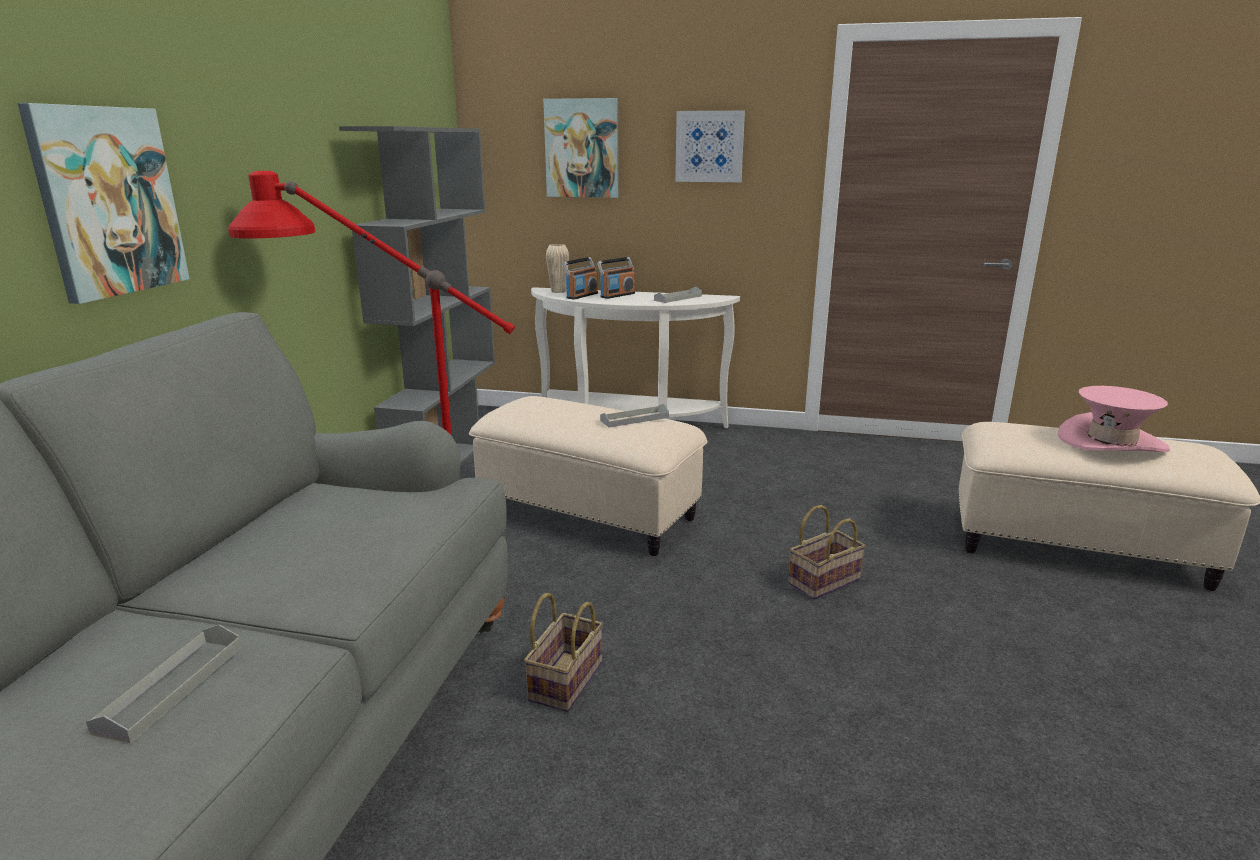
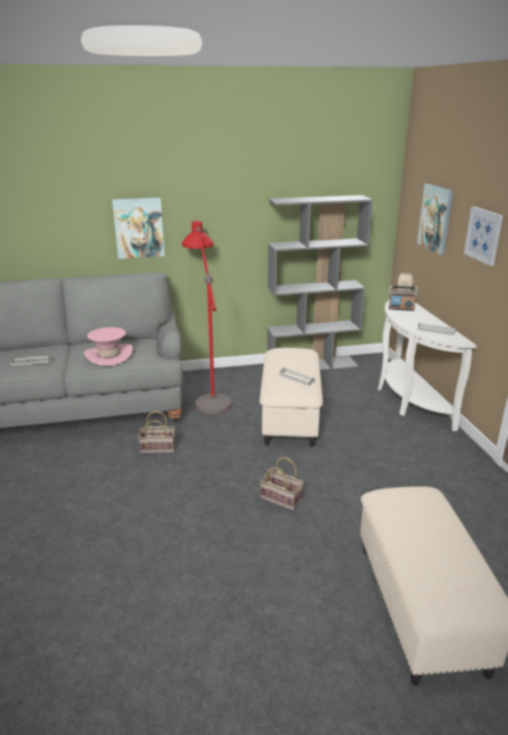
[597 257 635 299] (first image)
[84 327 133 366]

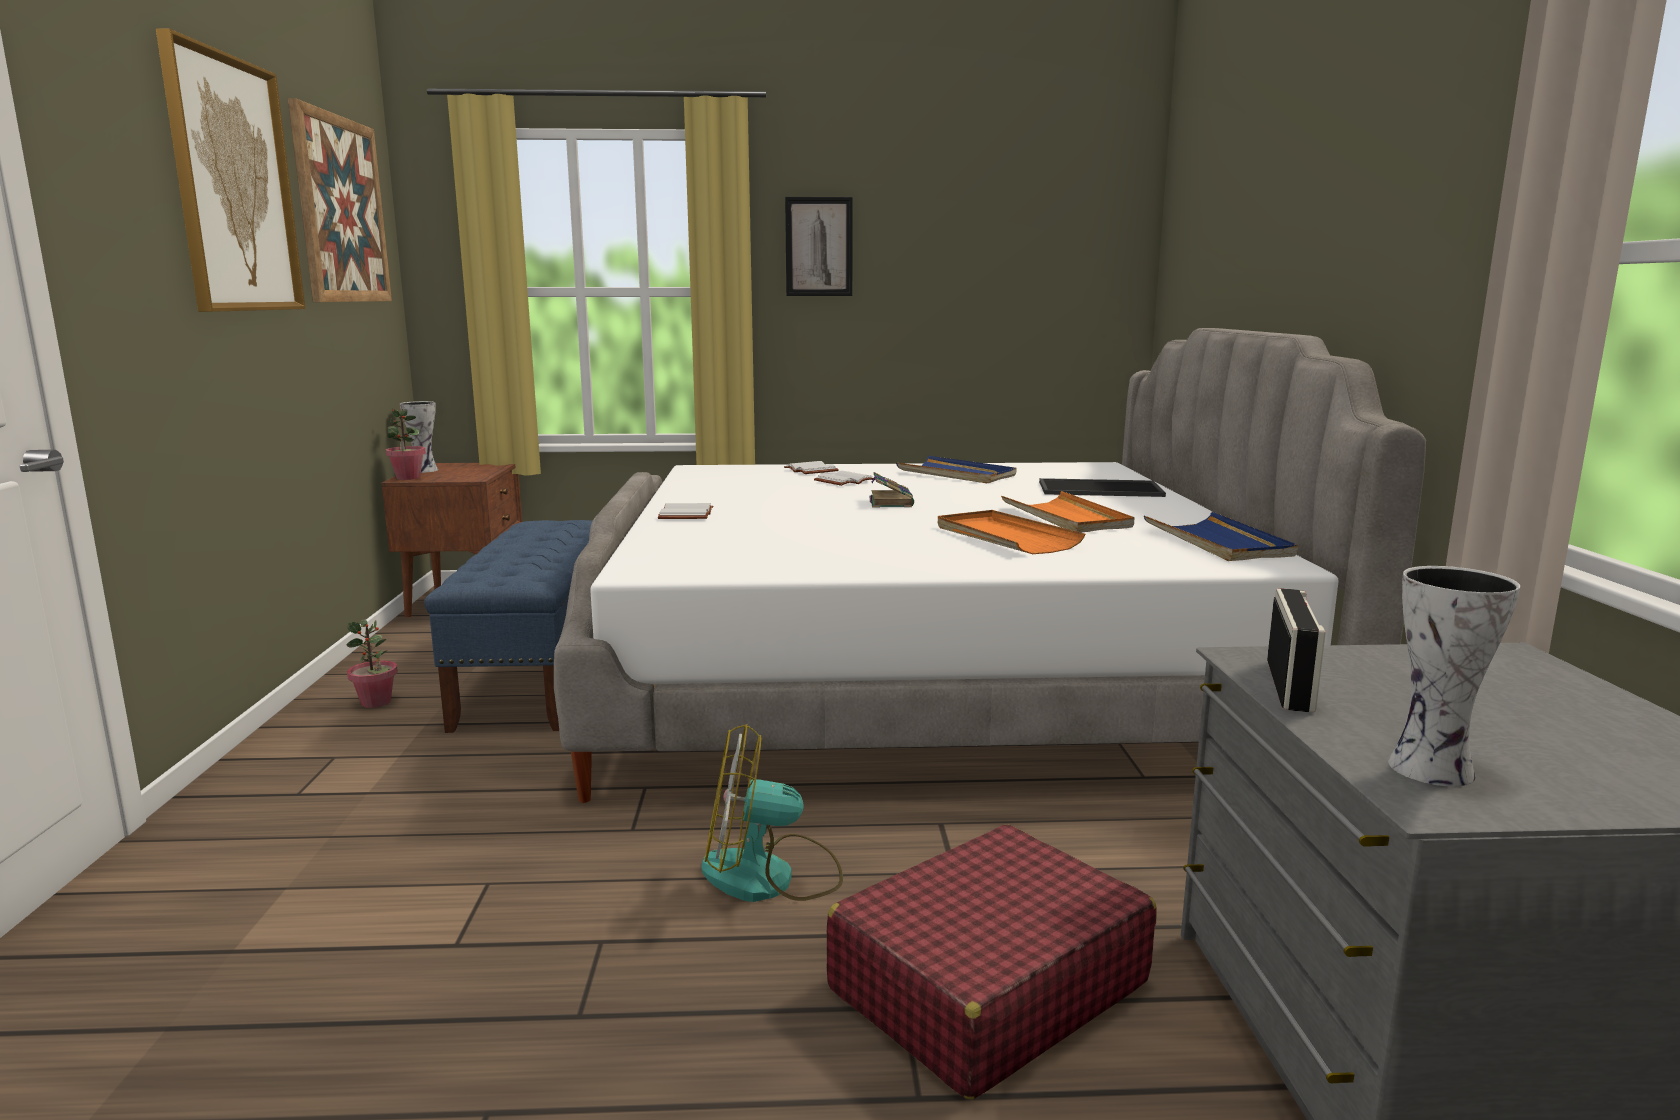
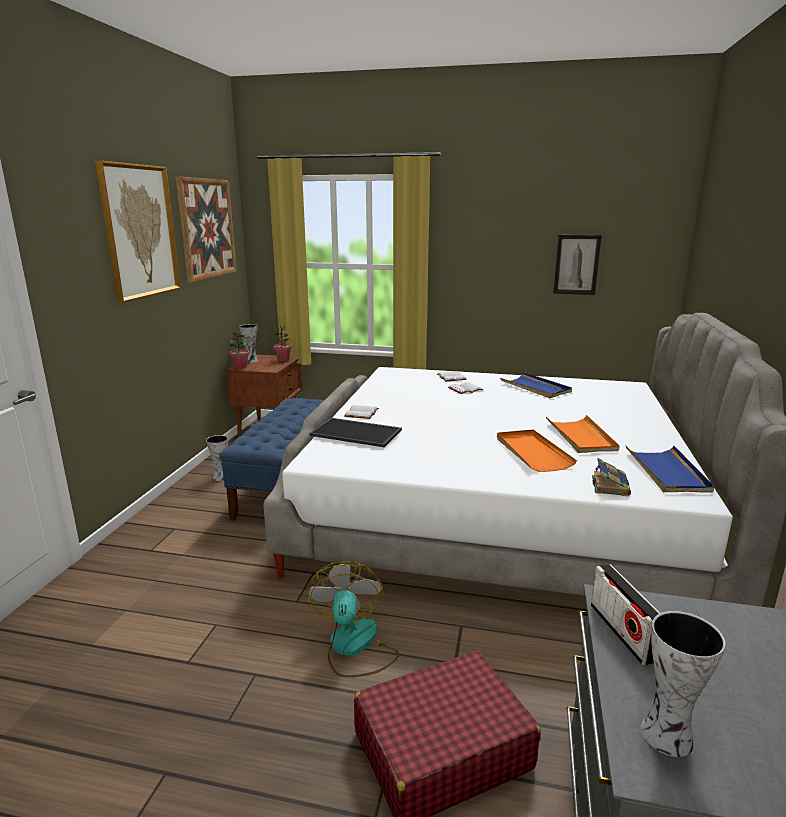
[553 235 602 295]
[592 458 631 496]
[310 418 402 447]
[591 564 660 665]
[273 325 292 361]
[306 561 399 678]
[206 435 228 481]

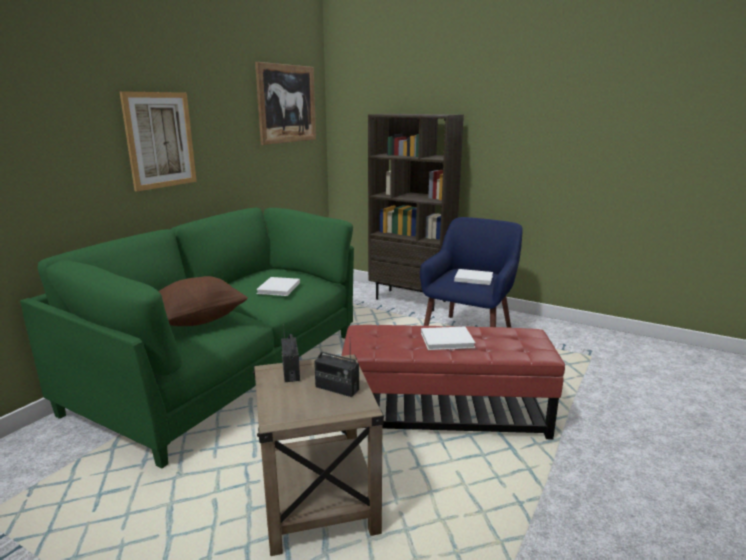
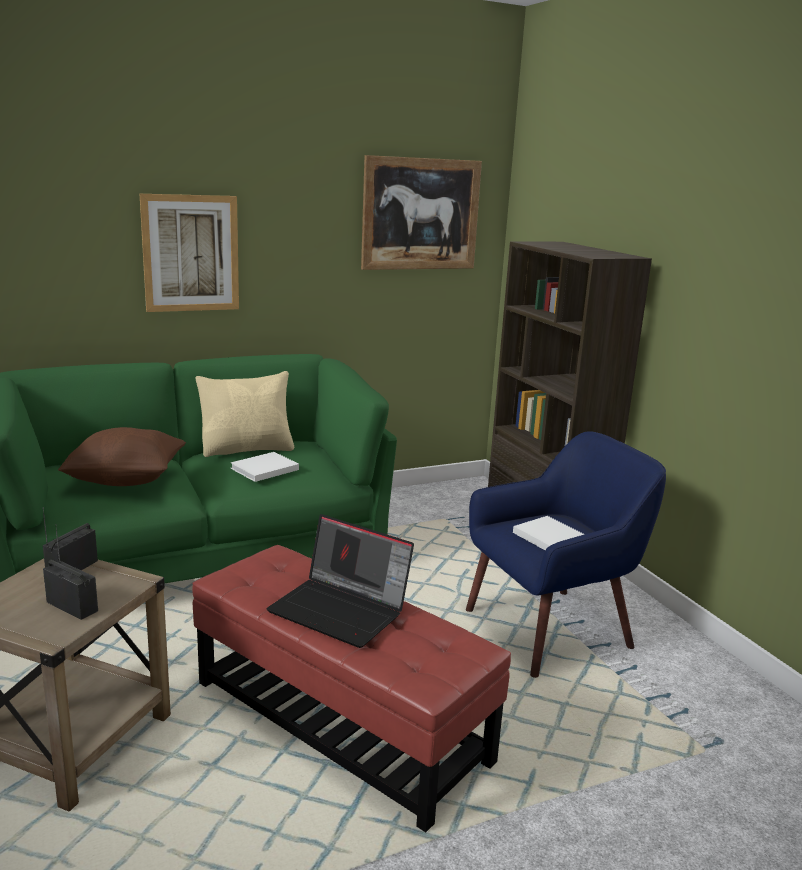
[267 514 414 648]
[43 524 98 620]
[195 371 294 457]

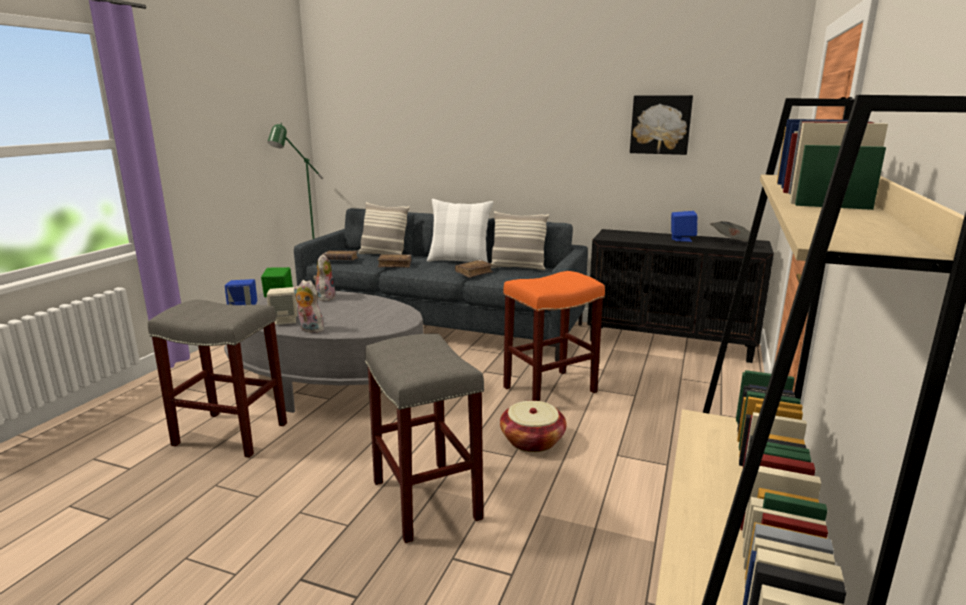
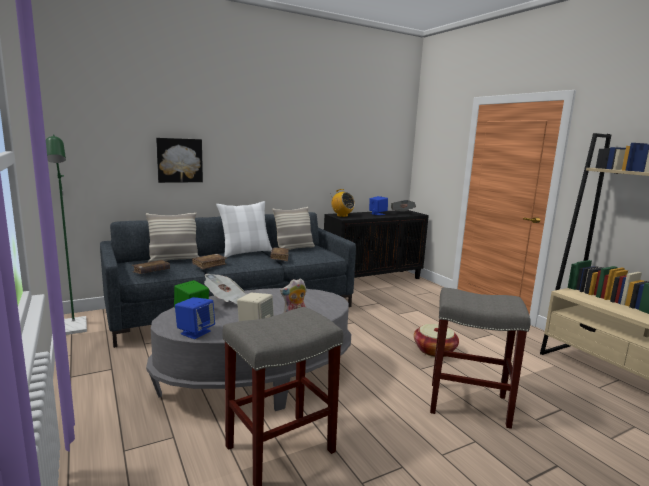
[156 138 203 183]
[204 274 247 304]
[503 271 605 401] (first image)
[331 189 355 217]

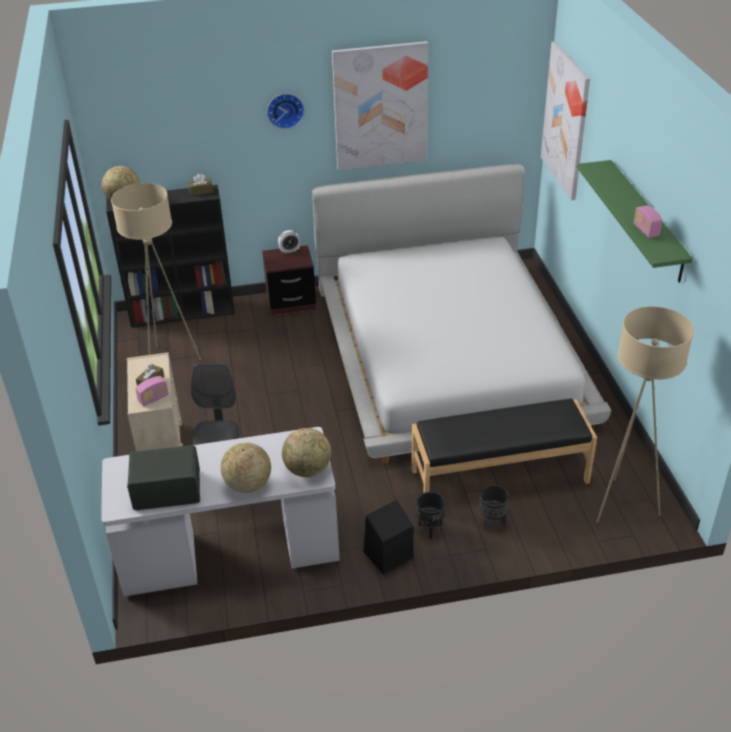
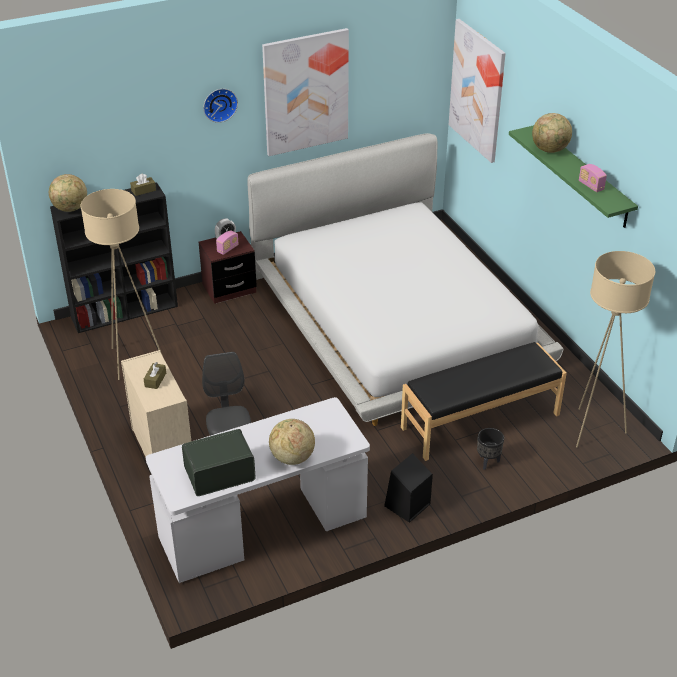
[216 231 239 255]
[532 113 572 153]
[416 492 446 539] (first image)

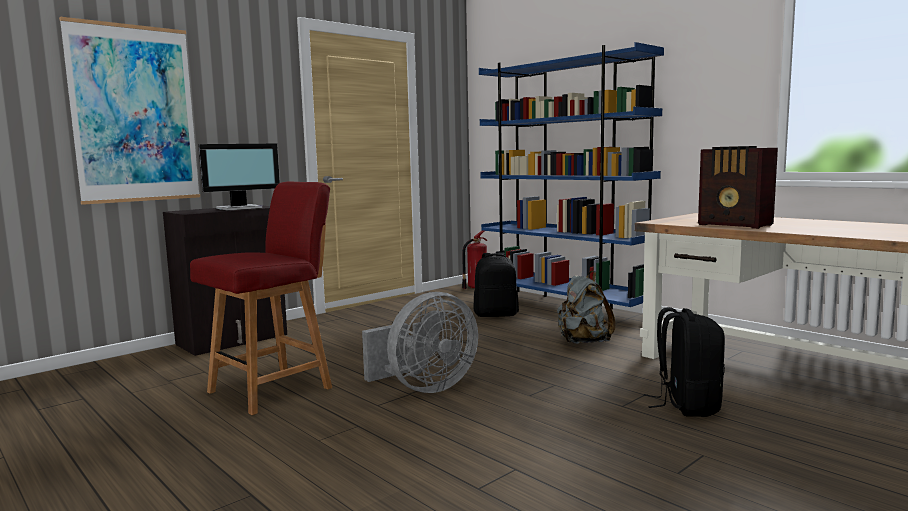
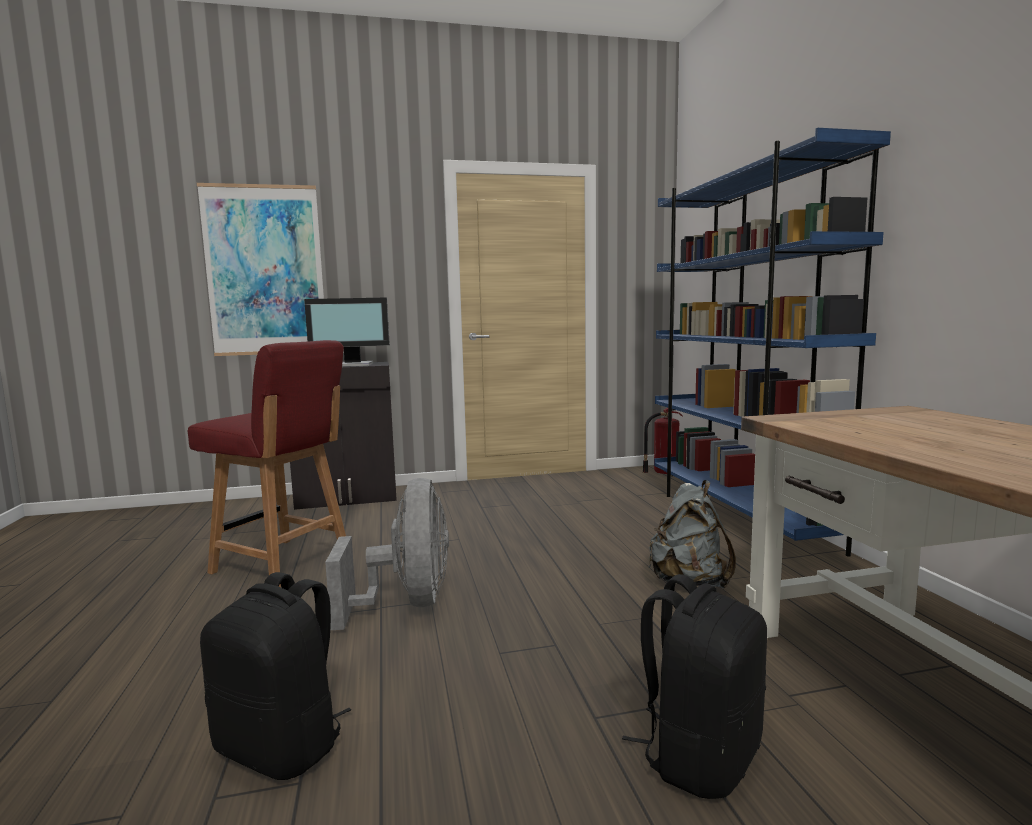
[698 146 778 229] (first image)
[188 340 346 587]
[200 572 351 780]
[325 478 449 630]

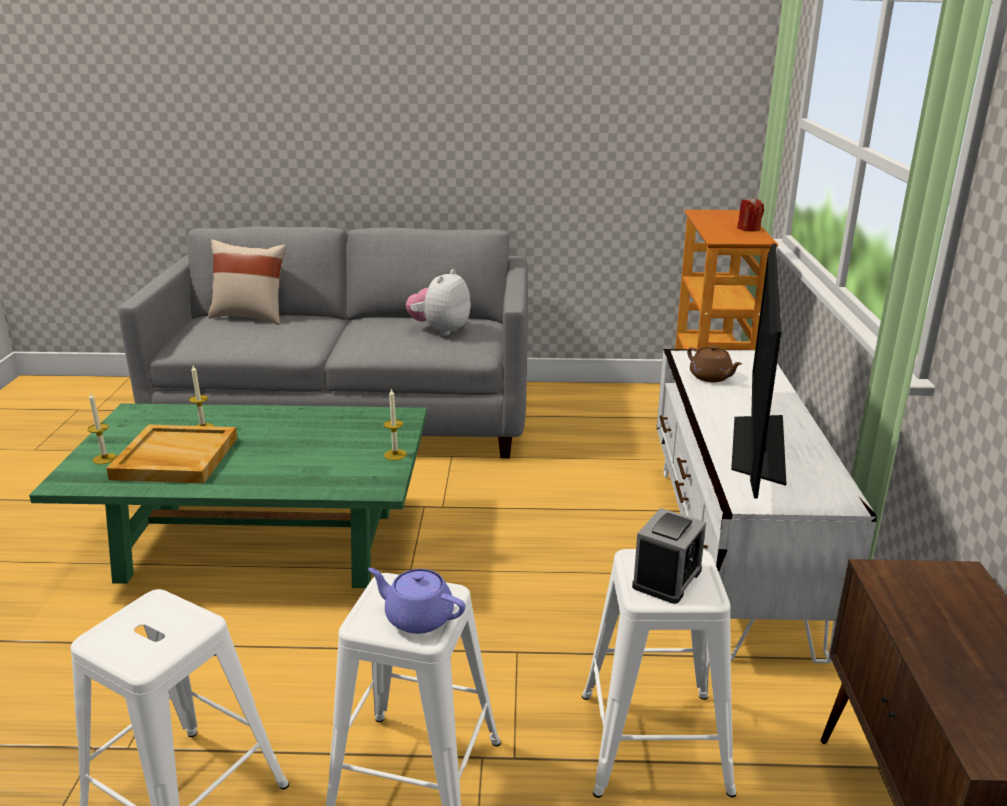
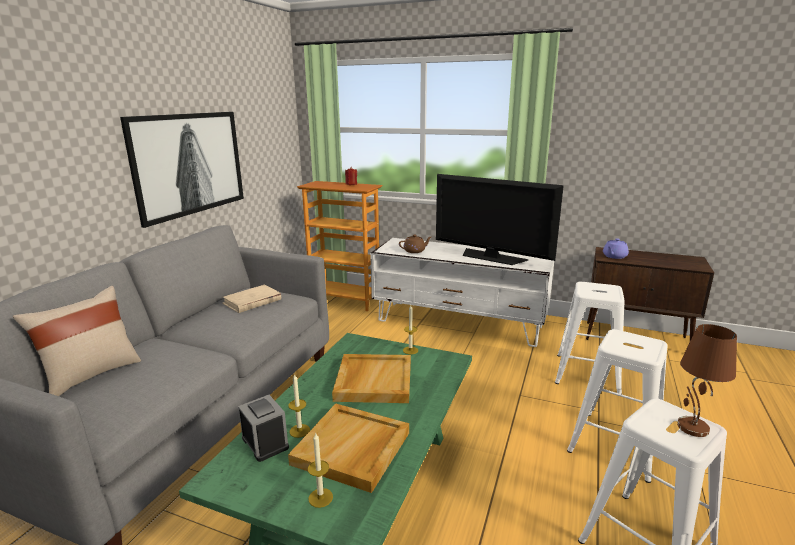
[222 285 281 313]
[238 395 289 462]
[603 238 629 259]
[120 112 244 228]
[677 324 737 437]
[332 354 411 403]

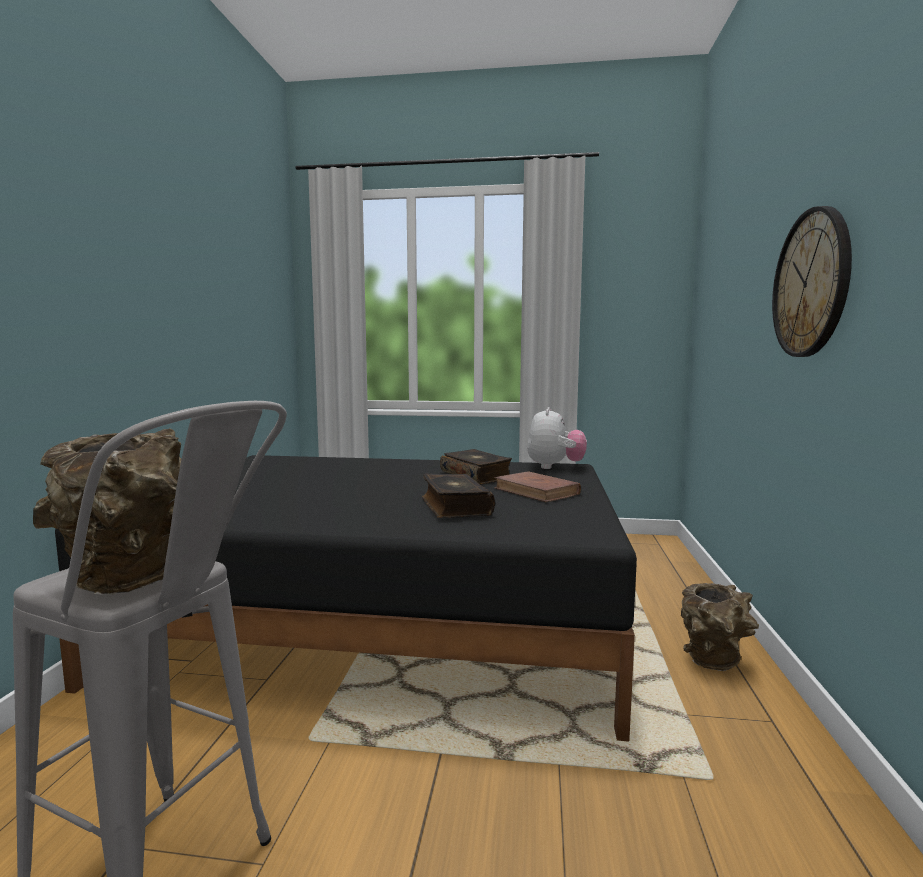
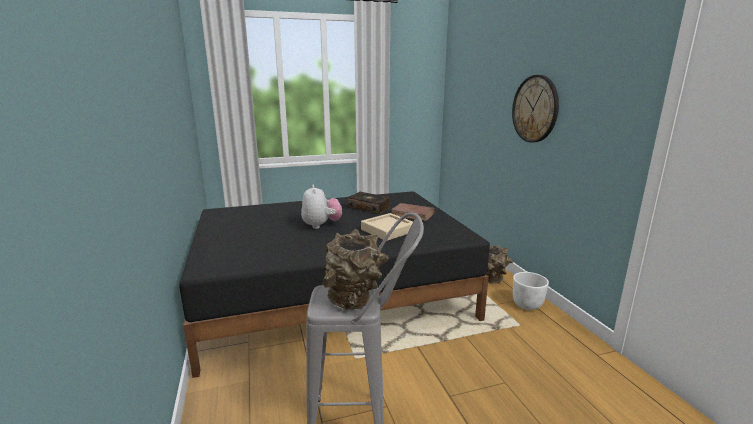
[301 185 342 229]
[361 213 413 241]
[513 272 549 310]

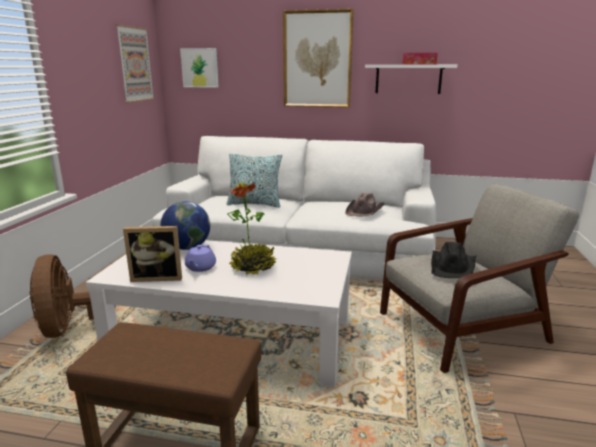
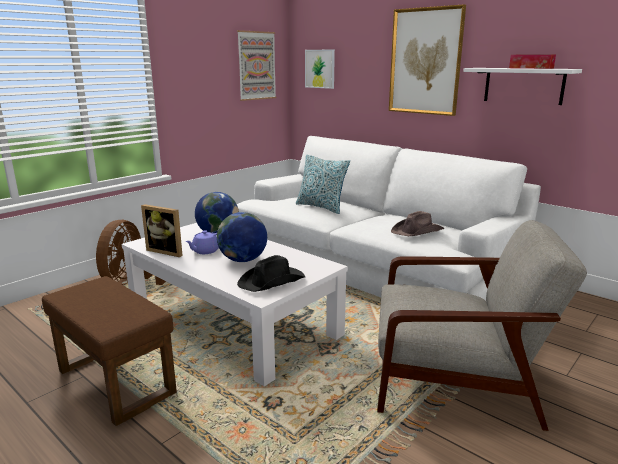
[217 212 267 262]
[237 255 305 292]

